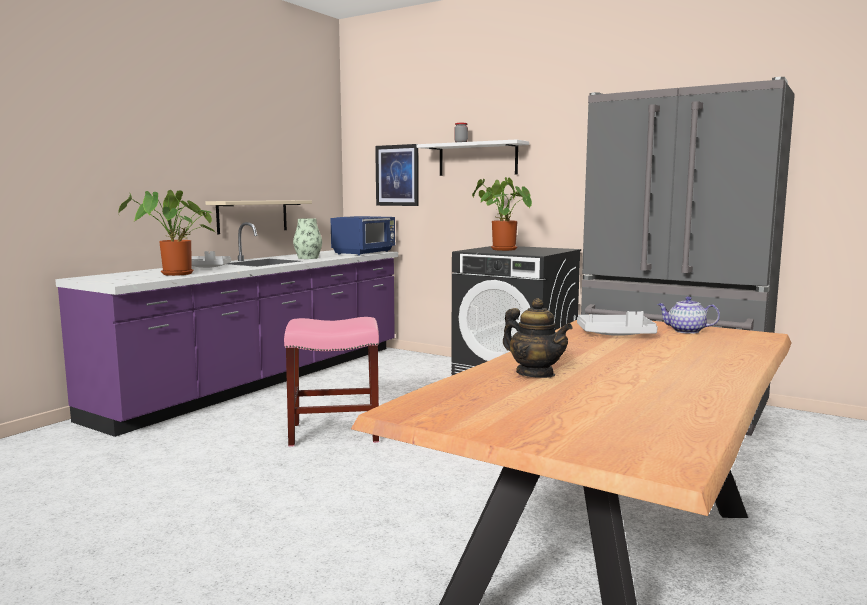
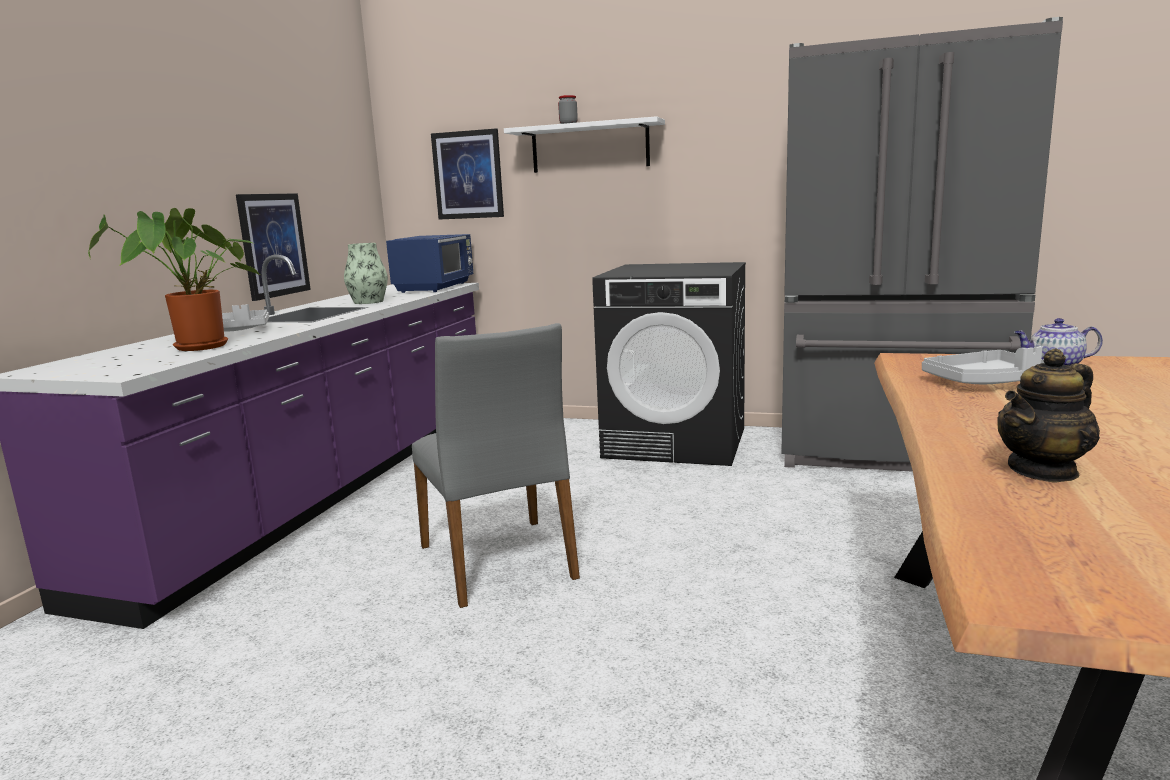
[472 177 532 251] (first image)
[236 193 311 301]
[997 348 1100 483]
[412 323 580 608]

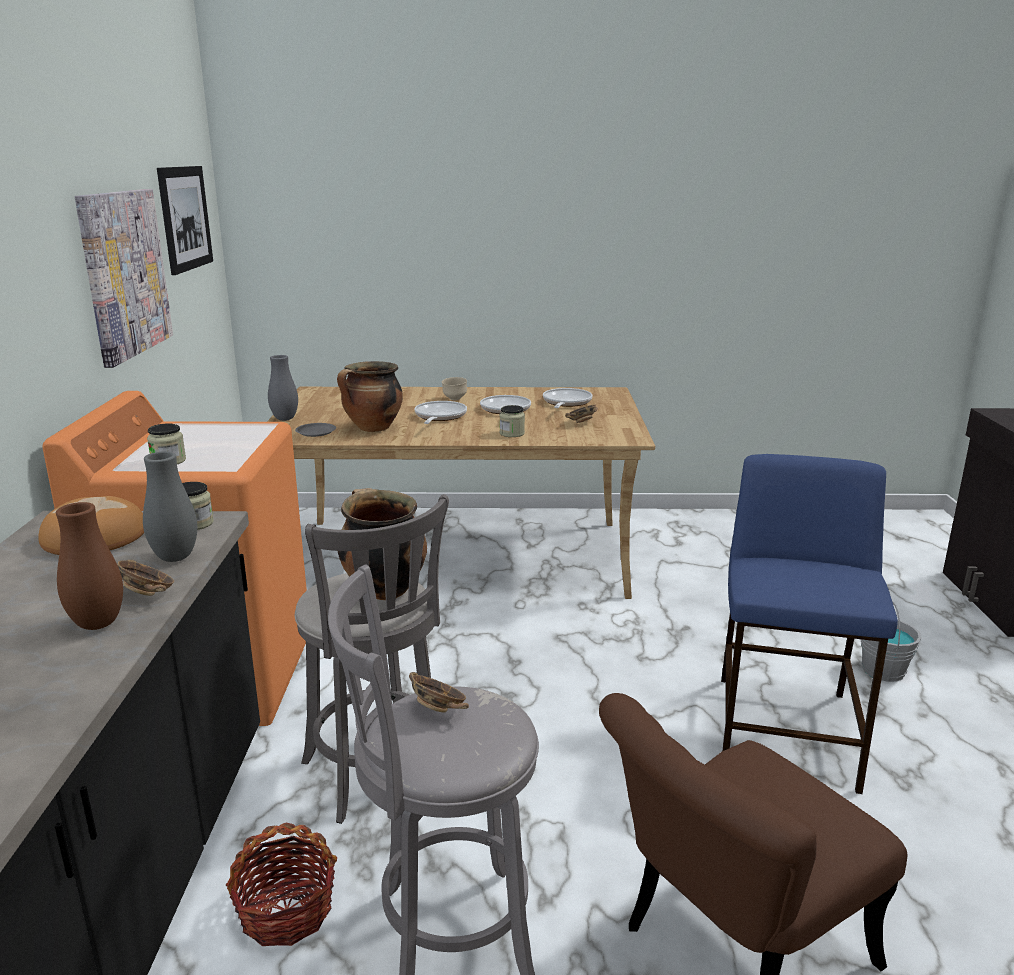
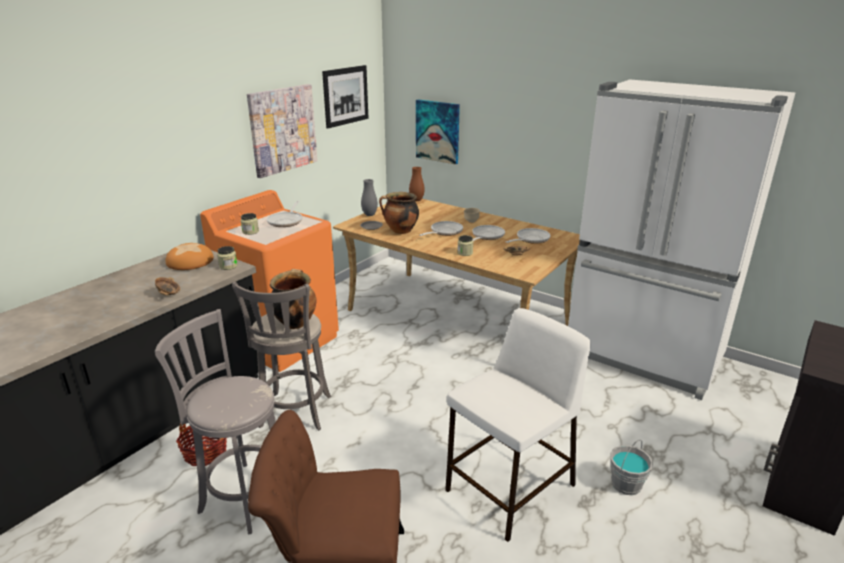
[143 451 197 562] (first image)
[445 308 591 542]
[409 167 425 201]
[409 672 469 713] (first image)
[568 79 796 400]
[416 99 460 165]
[267 201 302 227]

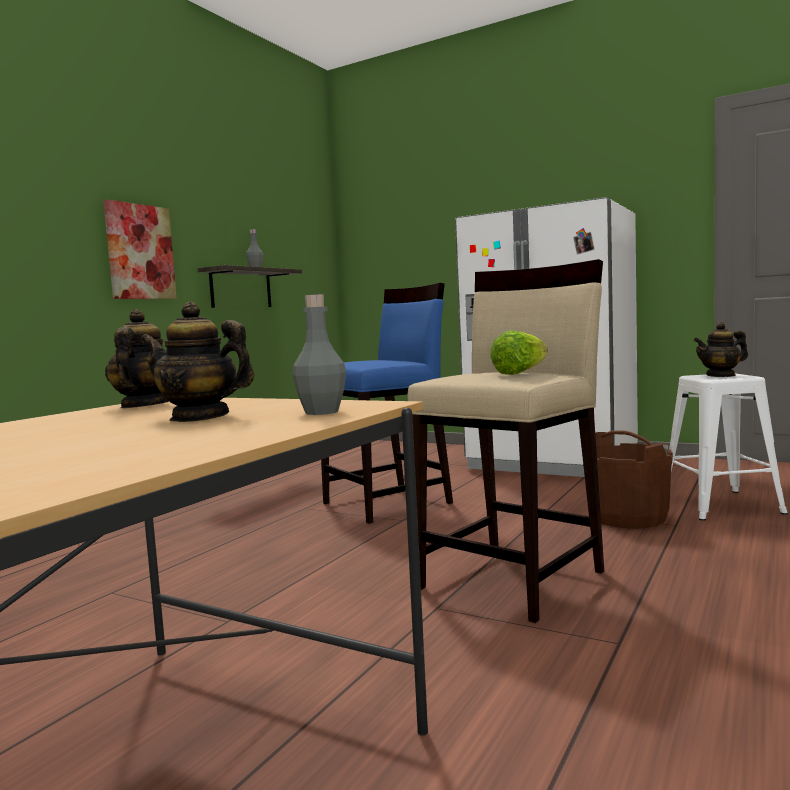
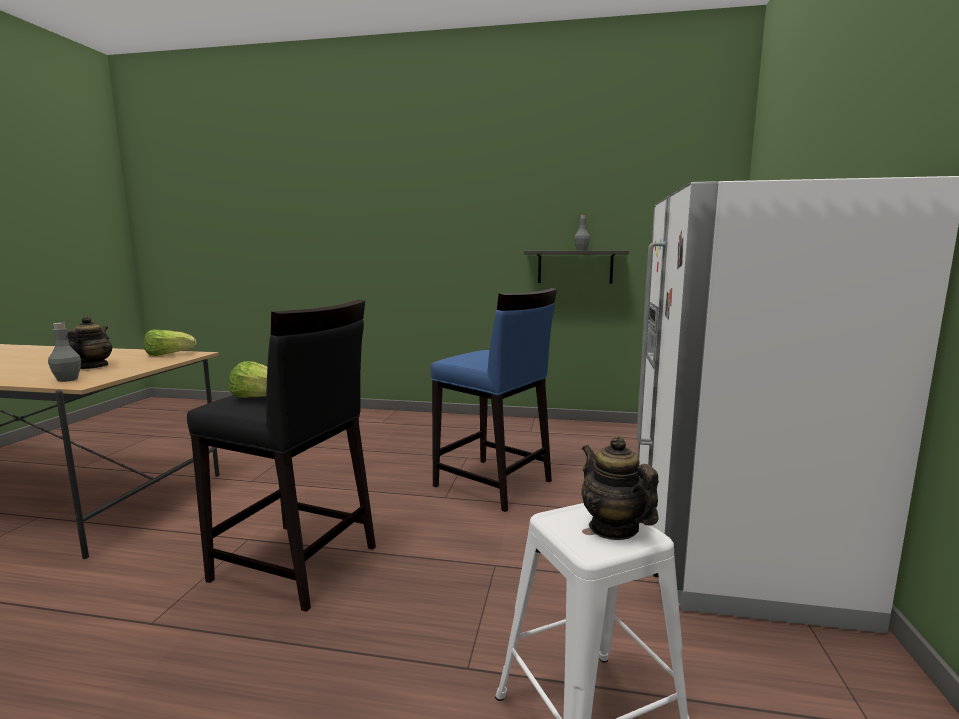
[103 199 177 299] (first image)
[187 299 376 612]
[144 329 196 356]
[595 431 673 529] (first image)

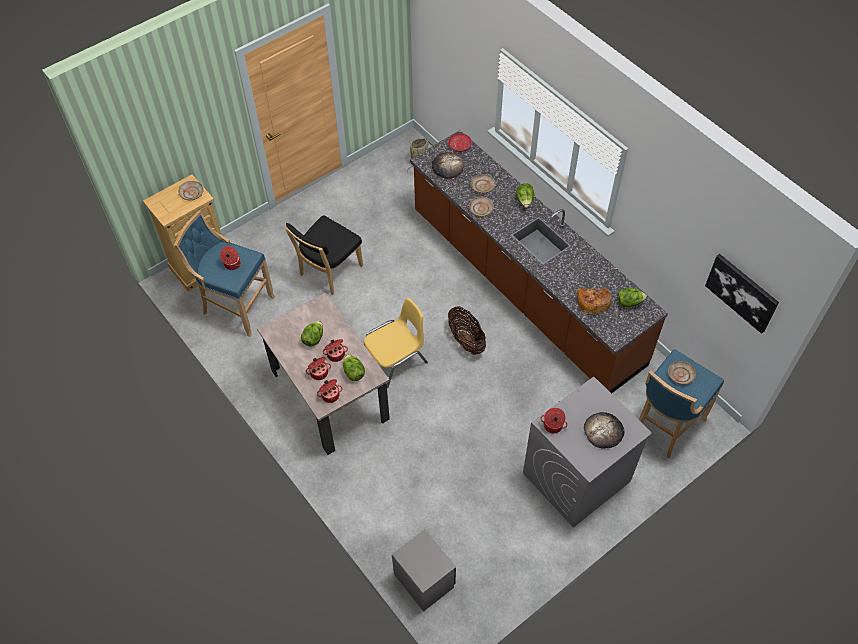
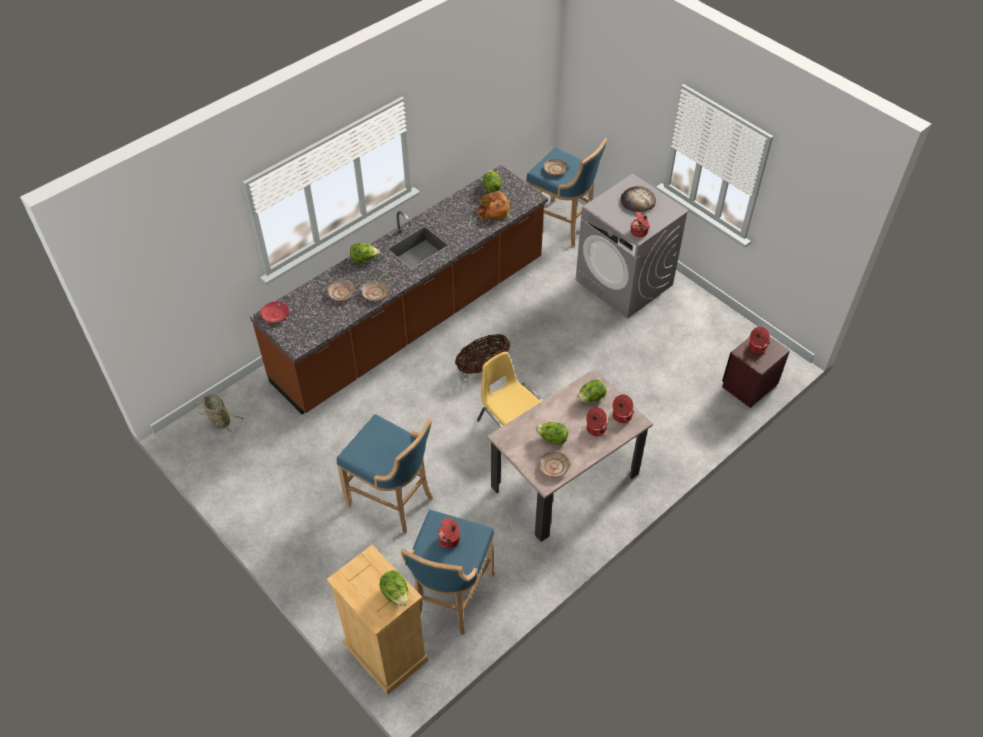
[432 152 464 179] (first image)
[539 451 570 477]
[337 414 433 533]
[705 254 779 334] (first image)
[749 327 769 353]
[722 336 790 408]
[380 570 408 606]

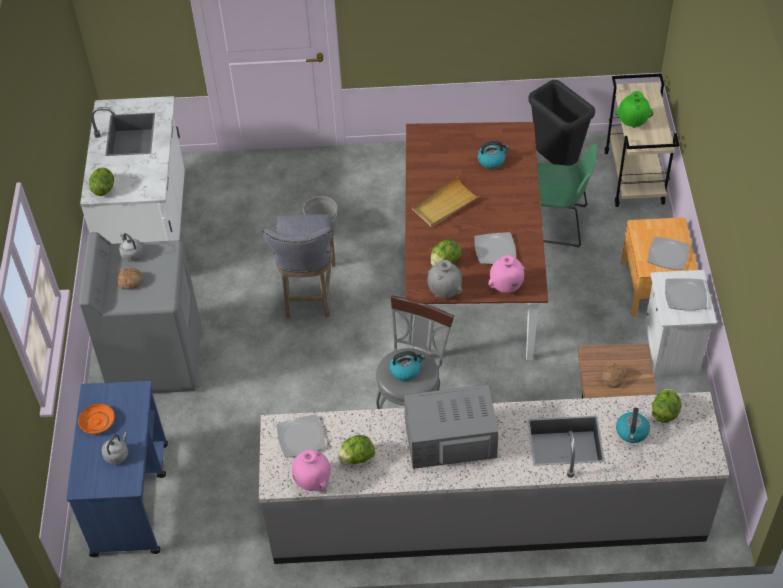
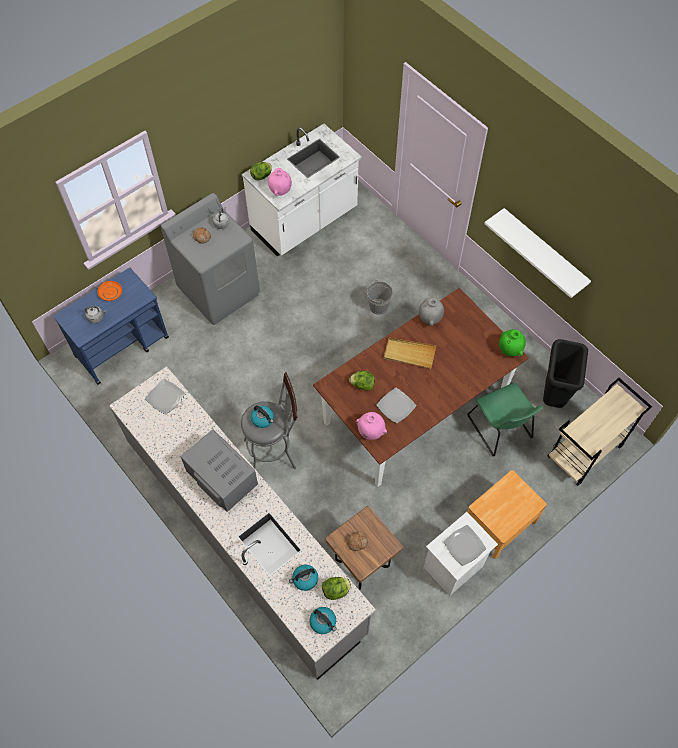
[499 330 526 357]
[310 607 337 634]
[263 214 336 319] (first image)
[648 236 690 270] (first image)
[419 298 444 326]
[338 435 375 465] (first image)
[268 168 292 196]
[484 208 591 298]

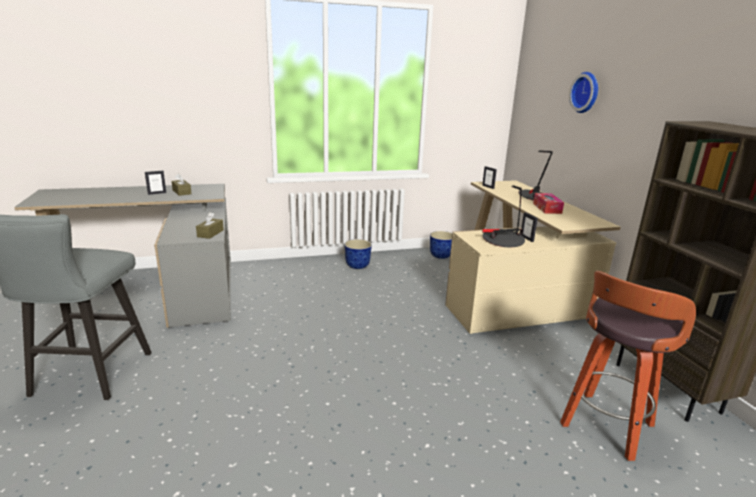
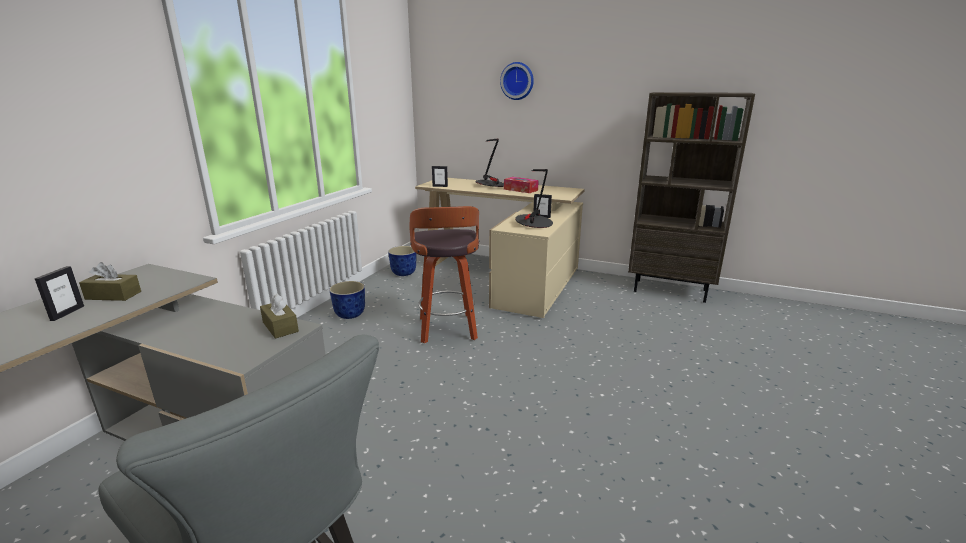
[409 206 479 343]

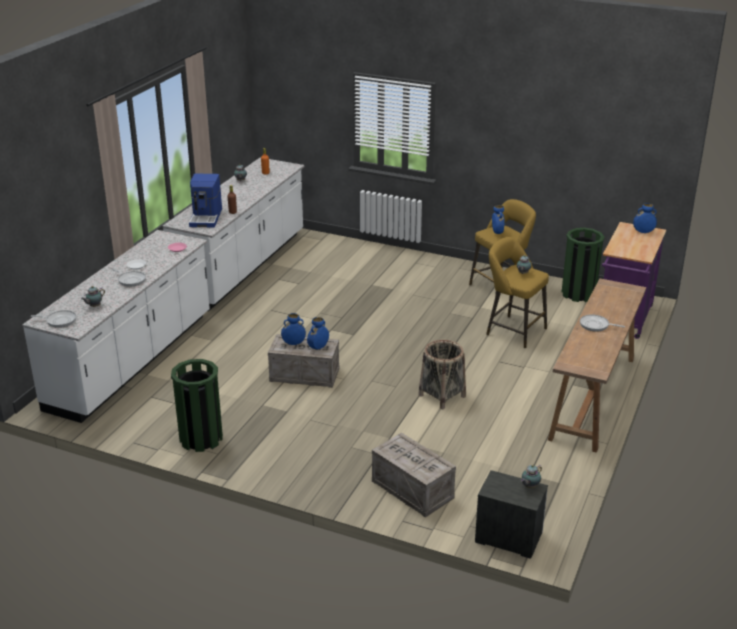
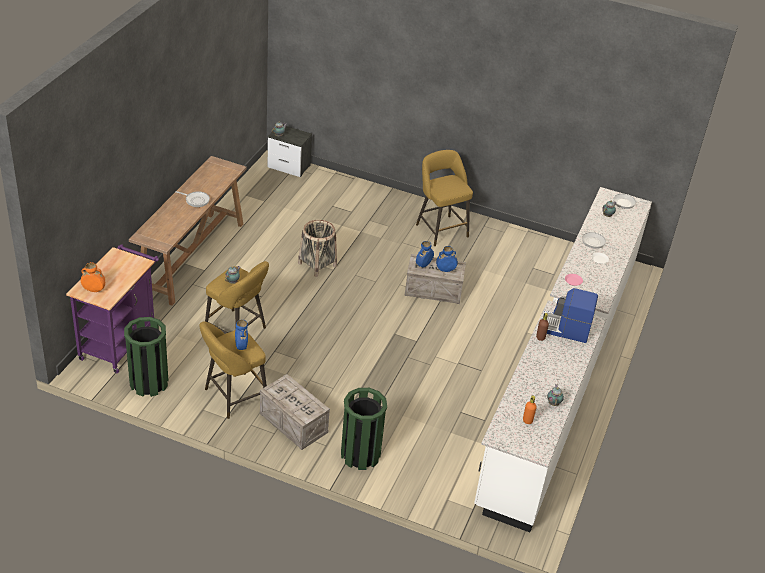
[543 288 598 343]
[81 262 105 292]
[341 388 387 470]
[260 374 330 450]
[416 150 473 247]

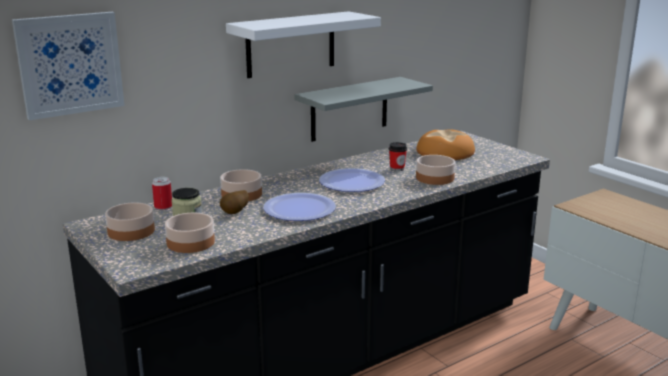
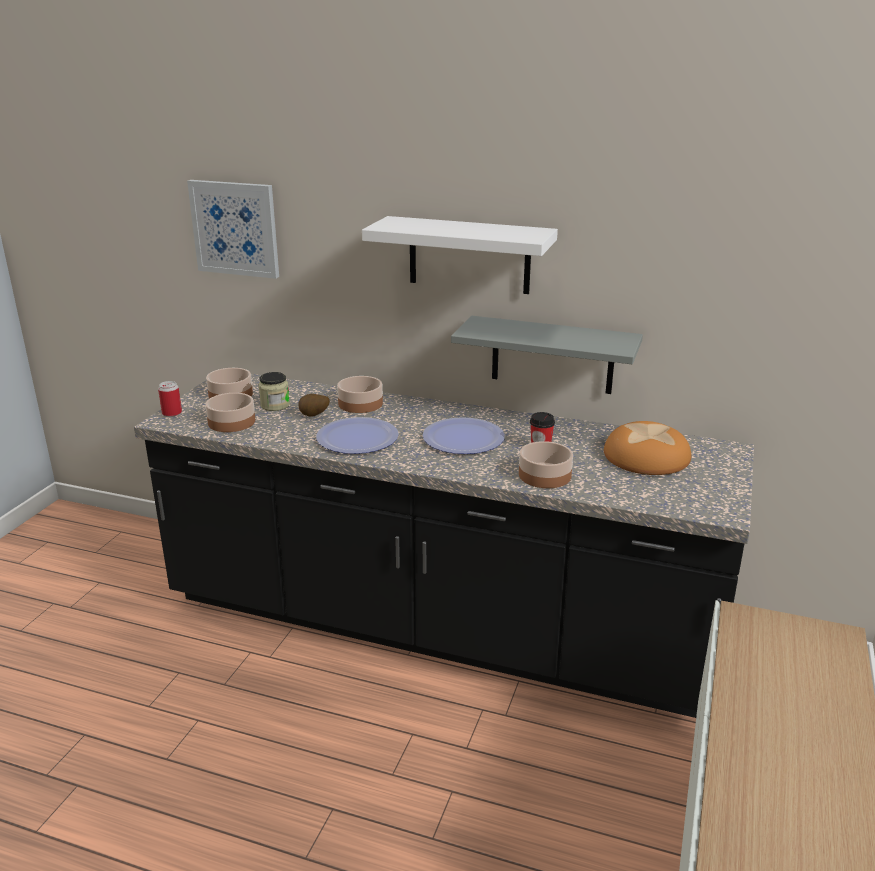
[158 381 182 417]

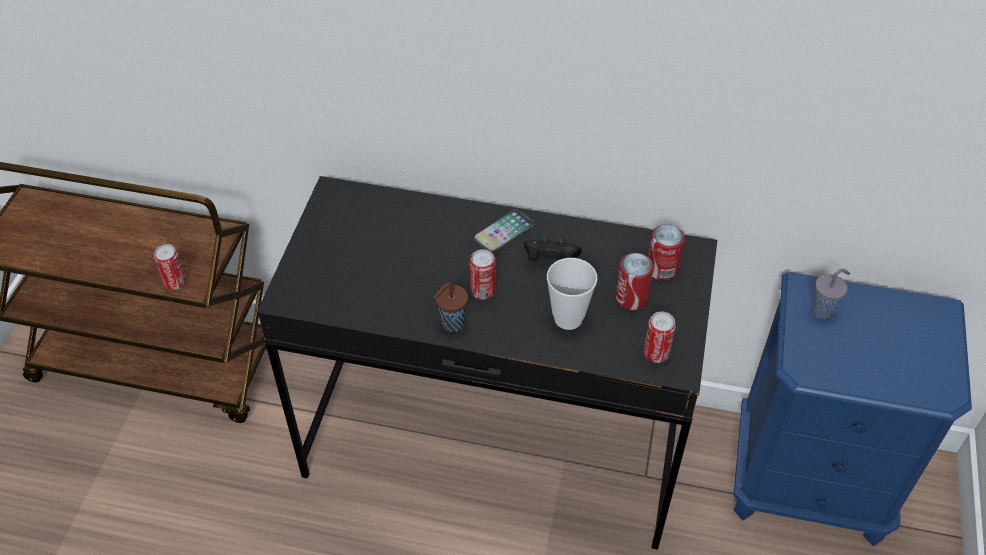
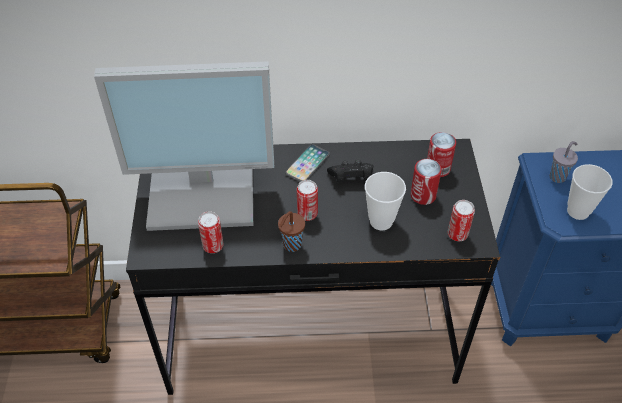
[198 211 224 253]
[94 61 274 231]
[567 164 613 220]

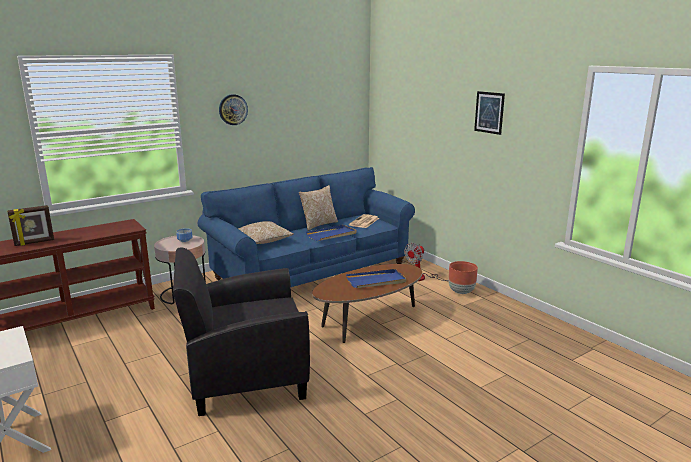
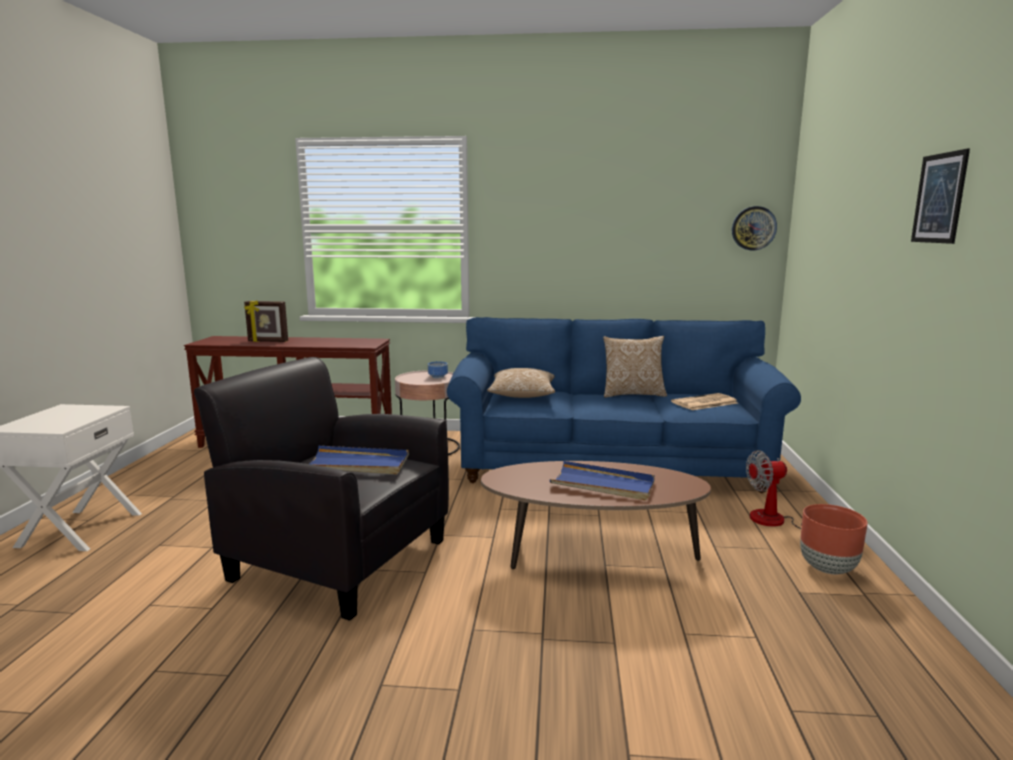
[732 206 777 250]
[310 446 409 474]

